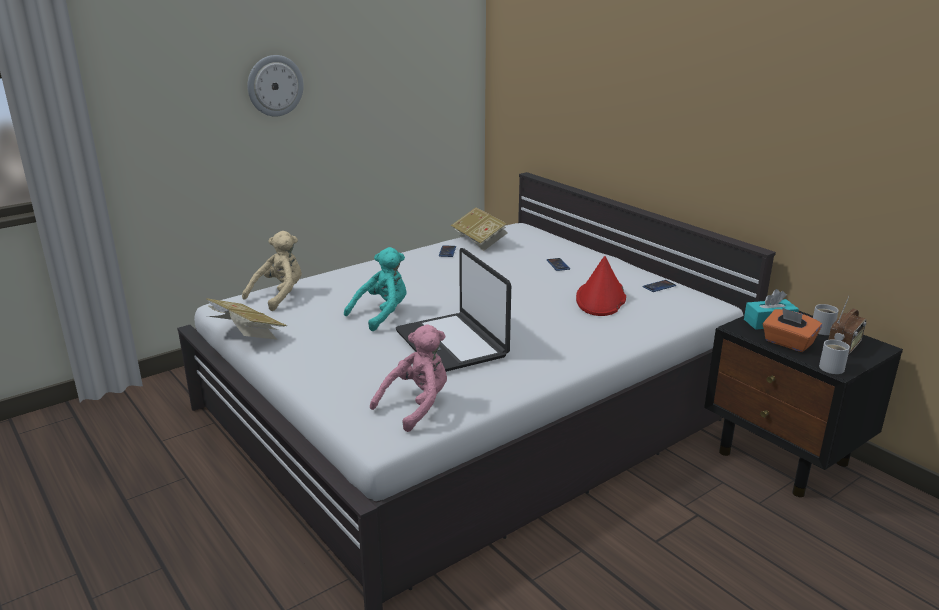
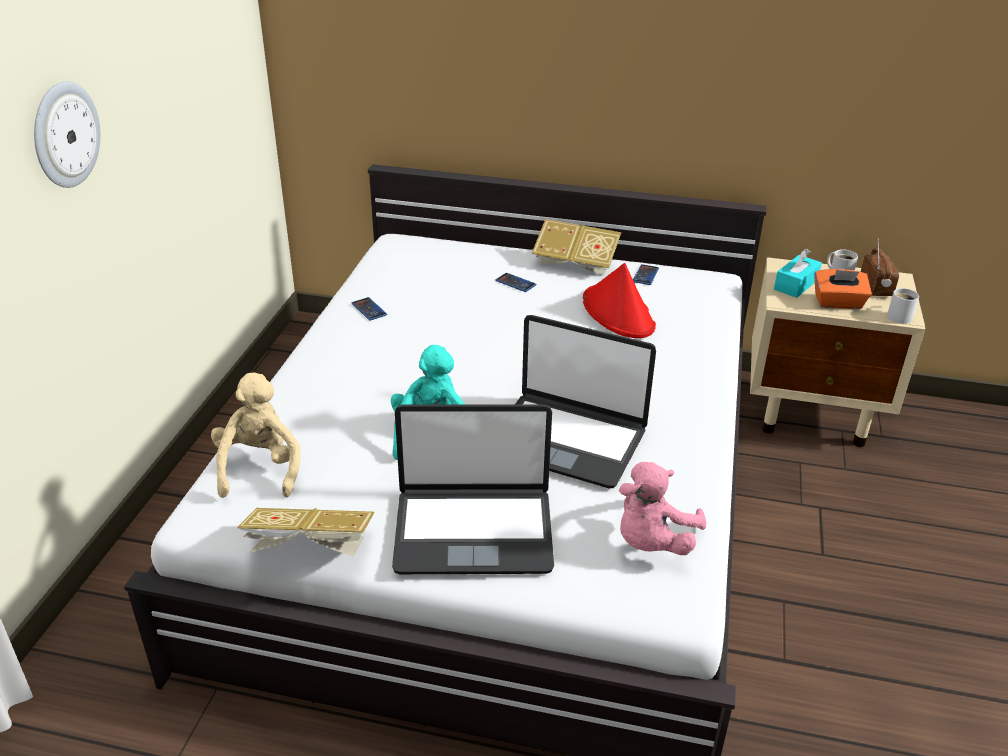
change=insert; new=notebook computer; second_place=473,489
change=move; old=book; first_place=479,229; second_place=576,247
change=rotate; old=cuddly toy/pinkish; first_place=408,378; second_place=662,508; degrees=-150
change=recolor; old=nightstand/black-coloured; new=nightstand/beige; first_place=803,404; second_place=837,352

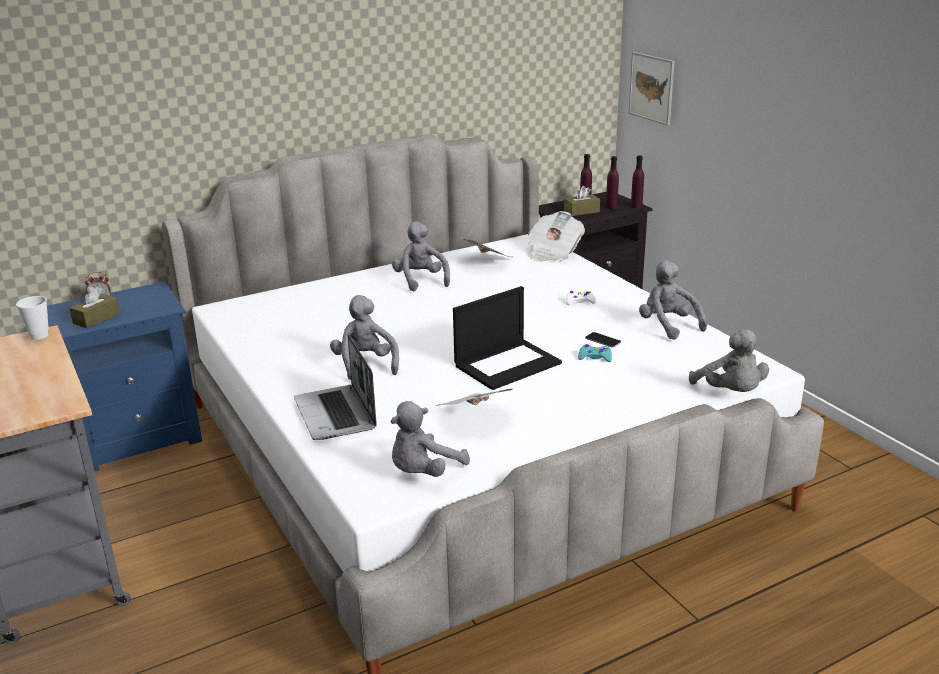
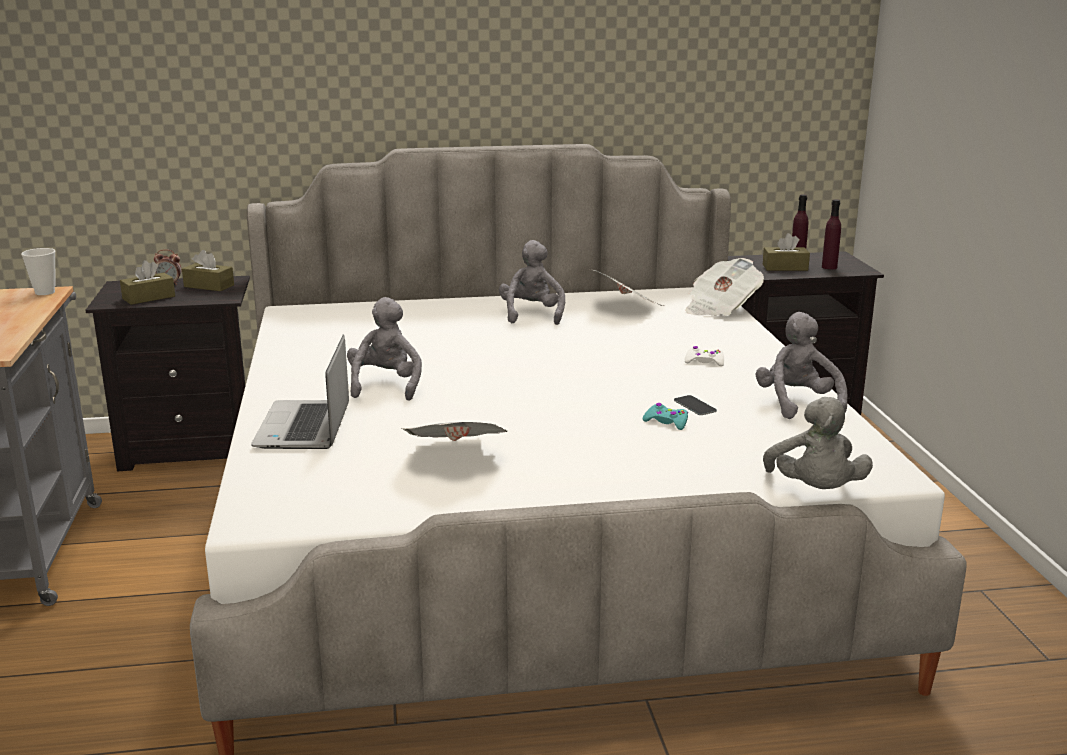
change=recolor; old=nightstand/blue-coloured; new=nightstand/black-coloured; first_place=124,377; second_place=167,373
change=insert; new=box of tissues/brown-coloured; second_place=208,270
change=delete; old=cuddly toy/grey; first_place=430,439
change=delete; old=notebook computer; first_place=507,338
change=delete; old=wall art; first_place=652,89
change=delete; old=bottle/purplish; first_place=637,181

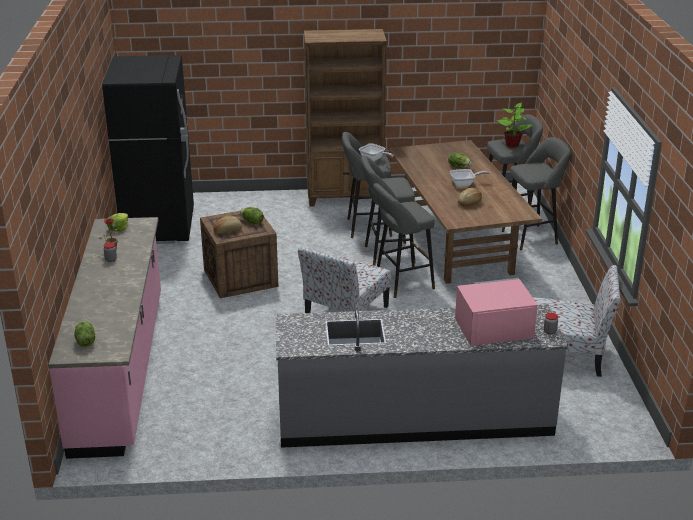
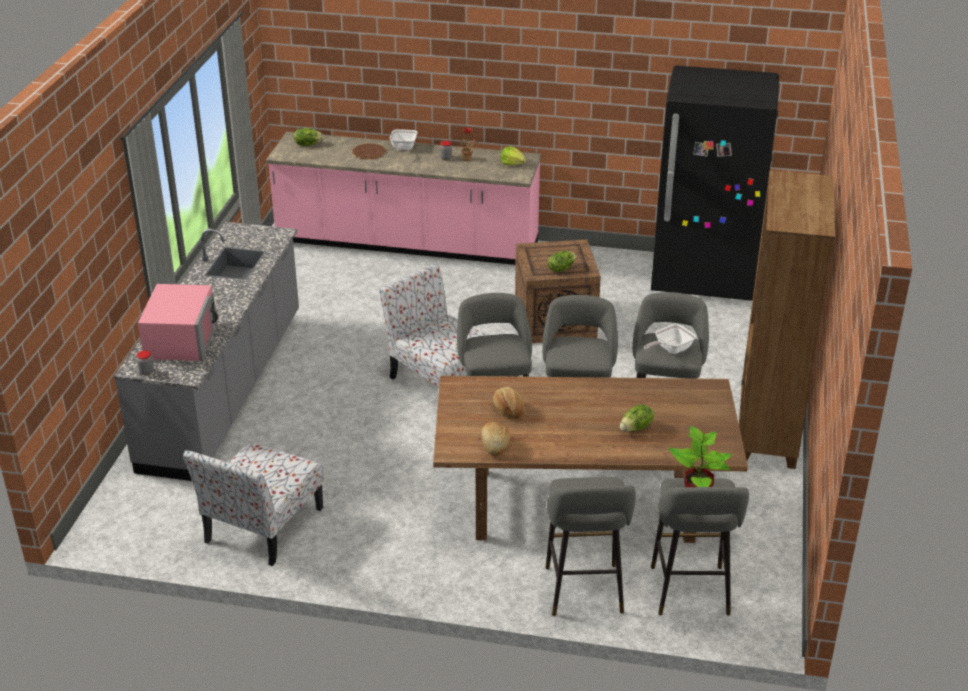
change=insert; new=dinner plate/brown-coloured; second_place=369,151
change=move; old=skillet; first_place=470,178; second_place=404,140
change=move; old=baked bread; first_place=227,224; second_place=495,439

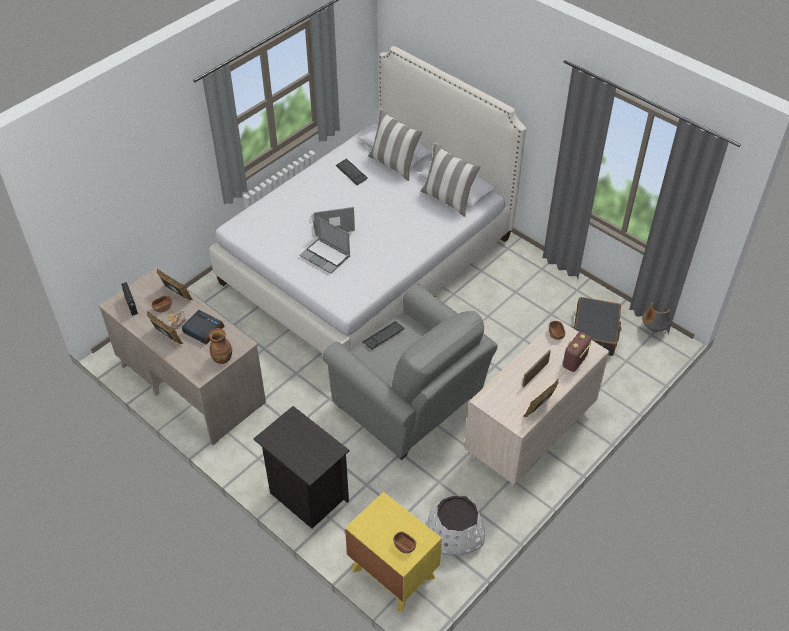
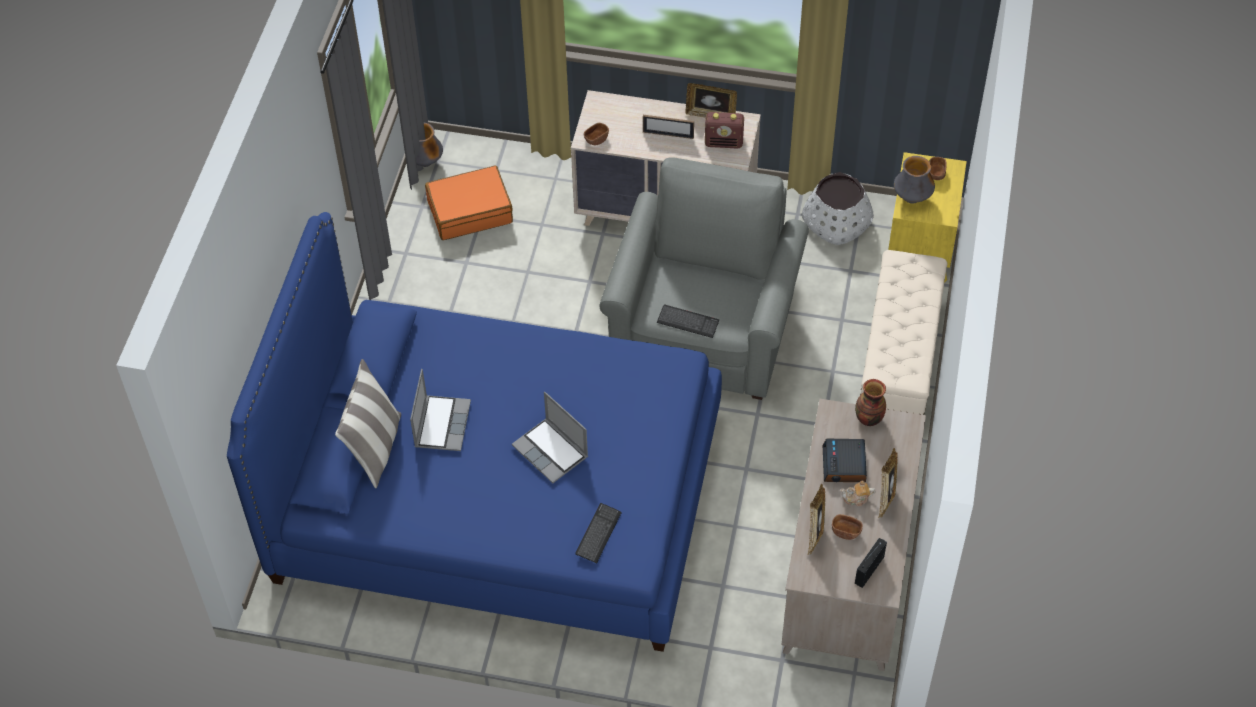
change=recolor; old=sleeping bed/whitish; new=sleeping bed/blue-coloured; first_place=367,200; second_place=474,432
change=move; old=notebook computer; first_place=325,245; second_place=440,410
change=recolor; old=suitcase/black-coloured; new=suitcase/orange; first_place=597,326; second_place=469,202
change=move; old=PC keyboard; first_place=352,172; second_place=598,533
change=move; old=radio; first_place=577,352; second_place=724,130
change=replace; old=nightstand/black-coloured; new=bench/beige; first_place=301,467; second_place=903,332
change=insert; new=flower vase; second_place=914,180
change=delete; old=throw pillow; first_place=450,179

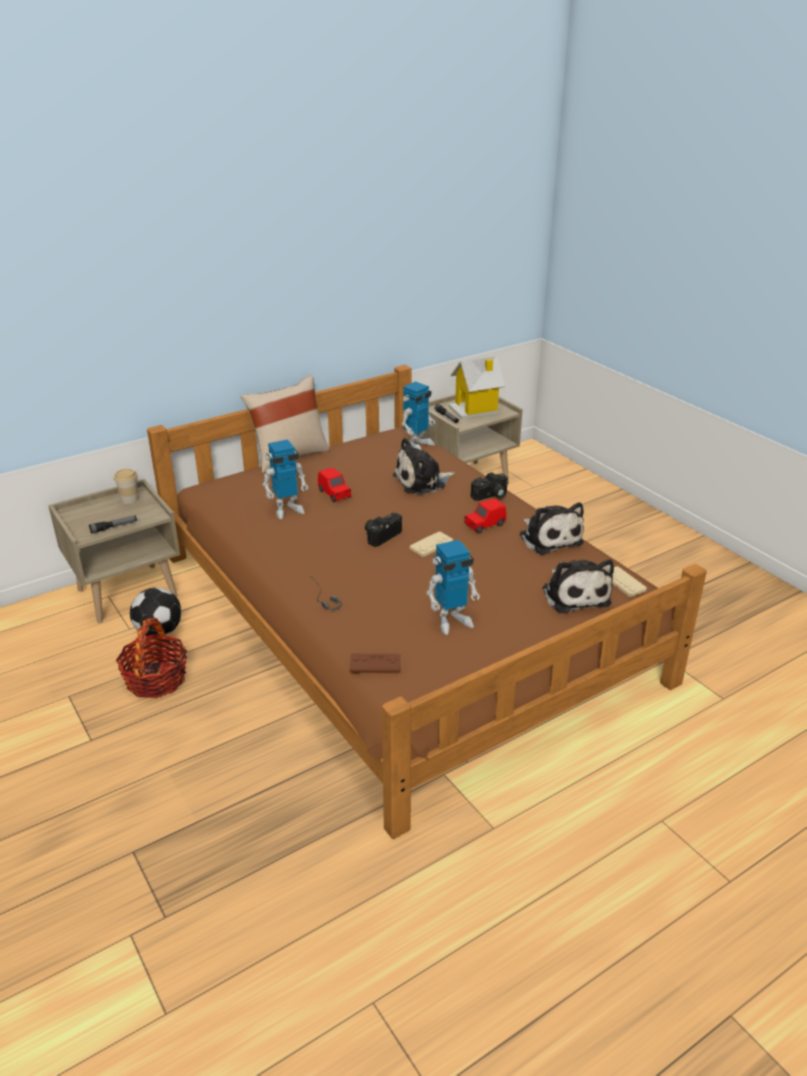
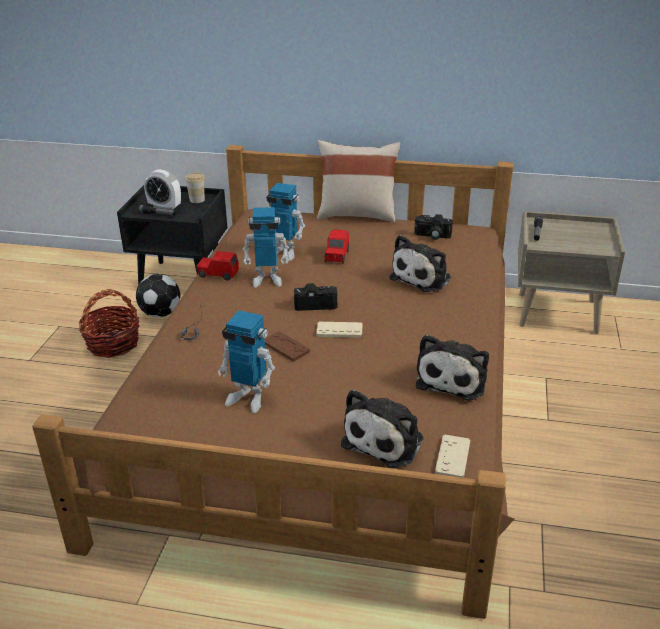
change=recolor; old=nightstand/beige; new=nightstand/black-coloured; first_place=114,551; second_place=172,235
change=insert; new=alarm clock; second_place=162,189
change=move; old=model car/red-coloured; first_place=485,515; second_place=217,266
change=move; old=robot figure; first_place=418,415; second_place=266,247
change=move; old=gamepad/brown-coloured; first_place=375,663; second_place=287,346
change=rotate; old=cuddly toy; first_place=424,466; second_place=420,263; degrees=-75
change=move; old=still camera; first_place=489,486; second_place=433,227
change=delete; old=model house; first_place=477,387

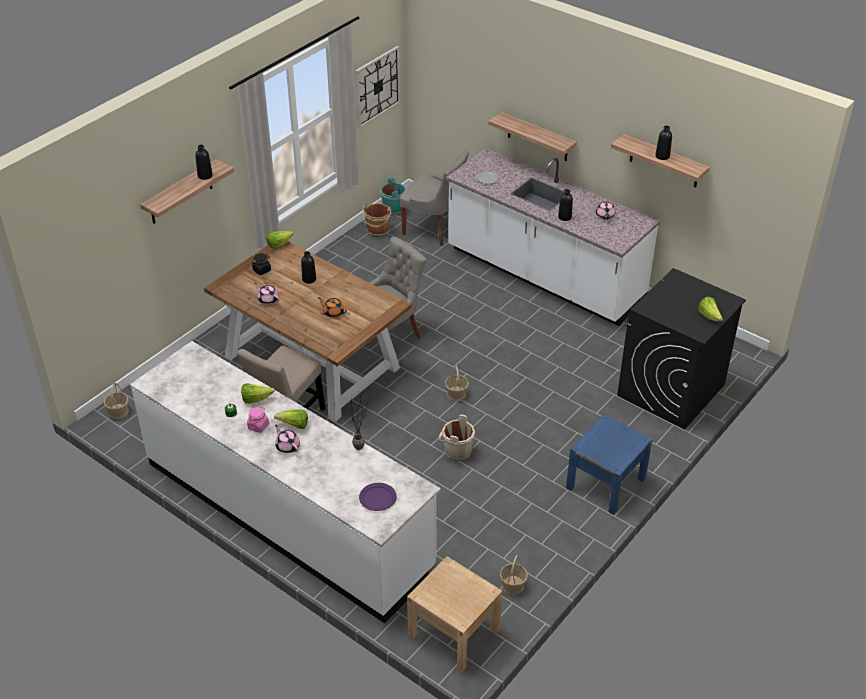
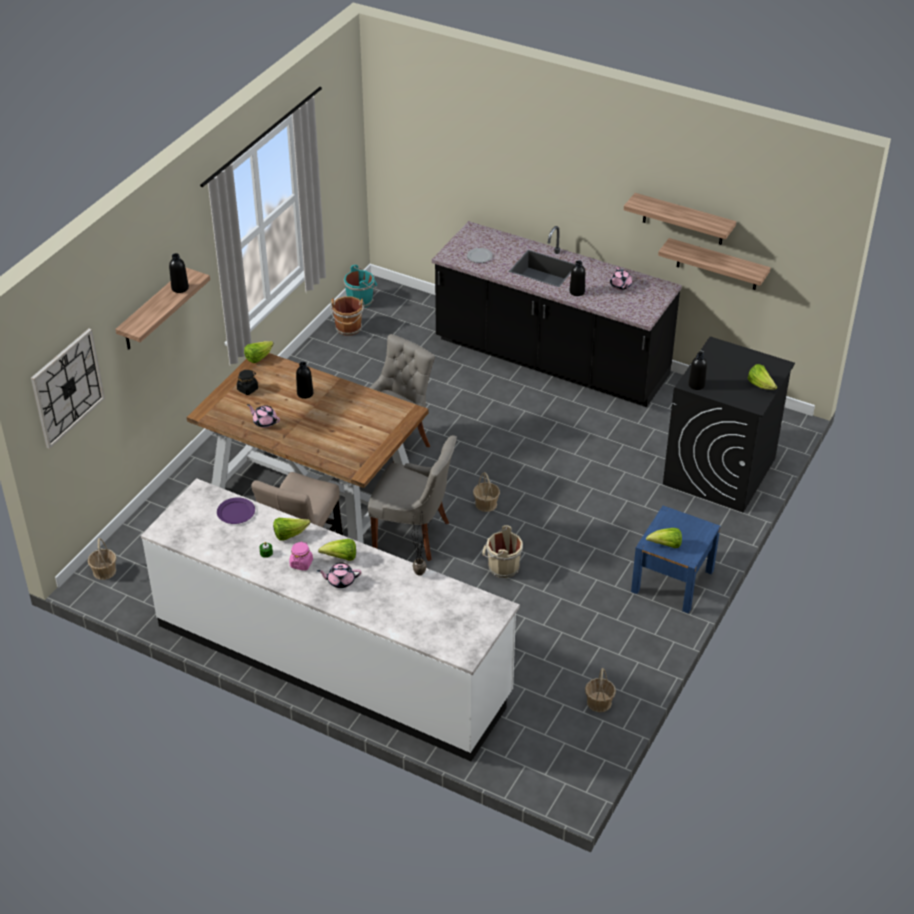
change=move; old=clock on the wall; first_place=377,87; second_place=68,389
change=move; old=dinner plate/purplish; first_place=378,497; second_place=236,510
change=rotate; old=tea pot/pinkish; first_place=287,439; second_place=339,575; degrees=-45
change=move; old=plain chair/grey; first_place=434,198; second_place=412,498
change=recolor; old=counter/whitish; new=counter/black-coloured; first_place=553,237; second_place=557,314
change=insert; new=head of lettuce; second_place=664,538
change=move; old=shelf; first_place=532,136; second_place=714,264
change=move; old=bottle/black-coloured; first_place=663,143; second_place=697,371
change=delete; old=tea pot/orange; first_place=332,307
change=delete; old=nightstand/beige; first_place=454,614

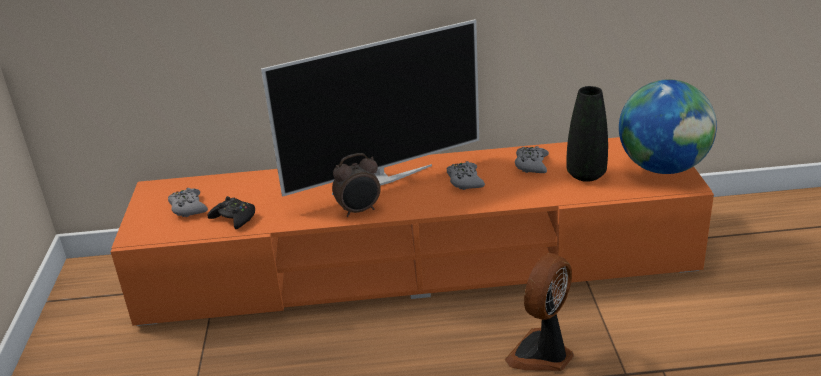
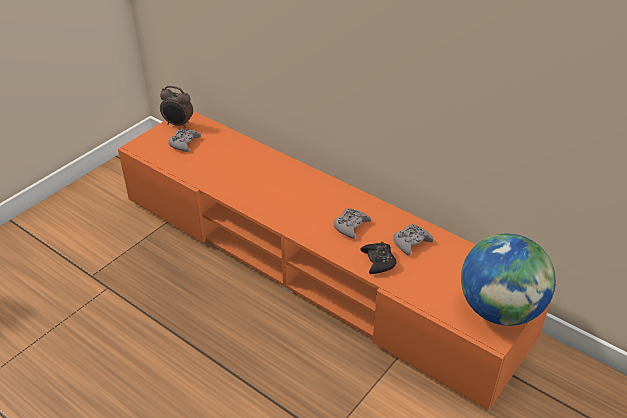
change=move; old=alarm clock; first_place=356,185; second_place=176,107
change=move; old=gamepad/black-coloured; first_place=231,212; second_place=378,258
change=delete; old=television; first_place=370,108
change=delete; old=cooling fan; first_place=539,312
change=delete; old=flower vase/black-coloured; first_place=587,134

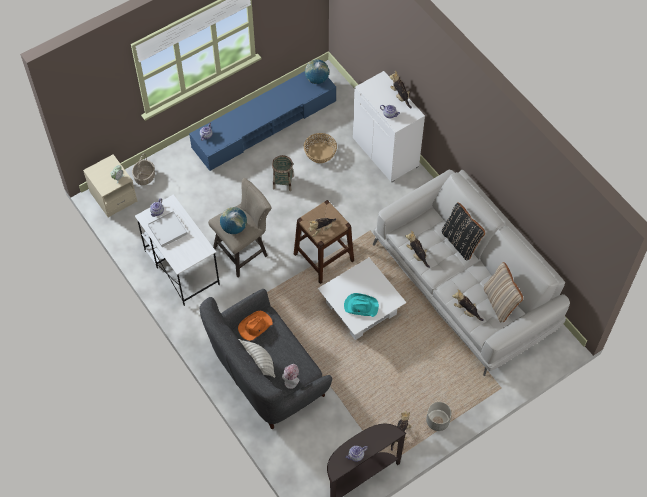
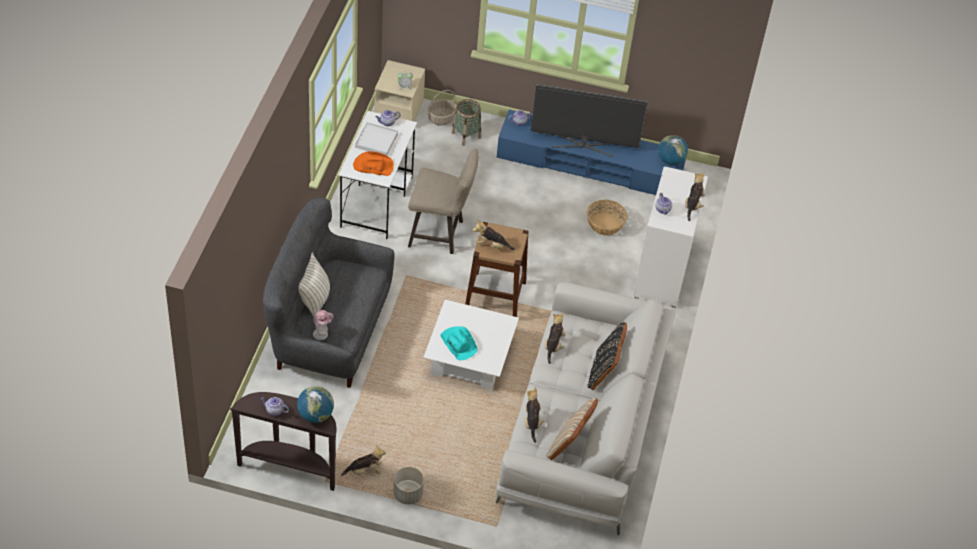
change=move; old=globe; first_place=233,220; second_place=315,404
change=move; old=clothing hat/orange; first_place=255,326; second_place=373,163
change=move; old=household basket; first_place=283,173; second_place=466,122
change=insert; new=television; second_place=589,120

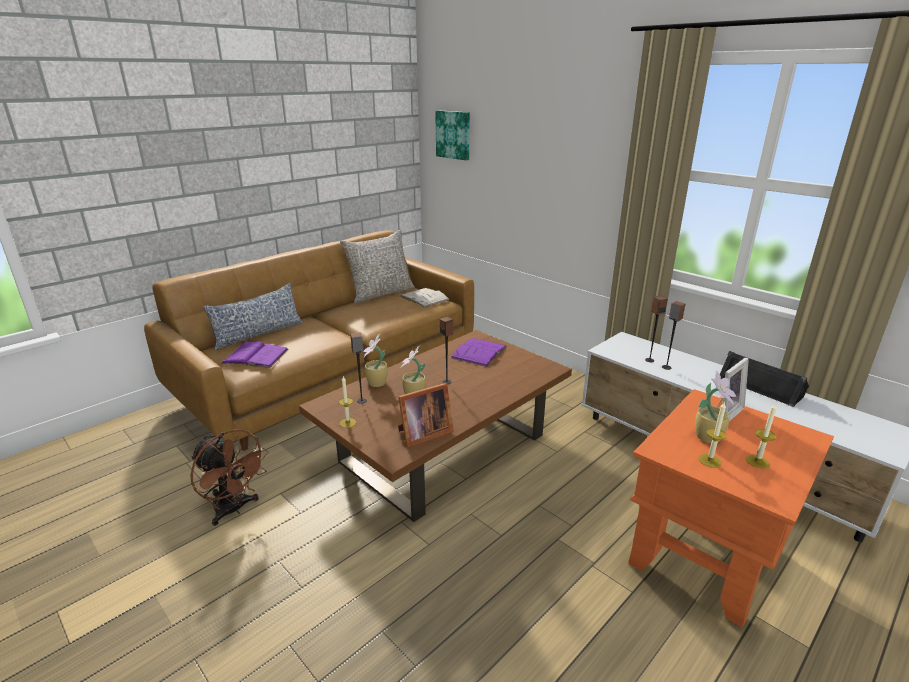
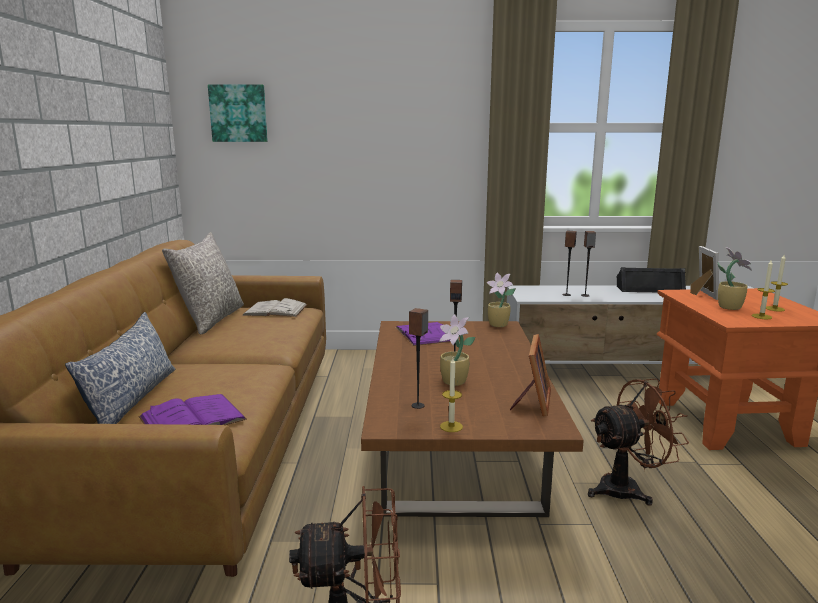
change=move; old=houseplant; first_place=375,360; second_place=501,300
change=insert; new=cooling fan/brown-coloured; second_place=638,442

